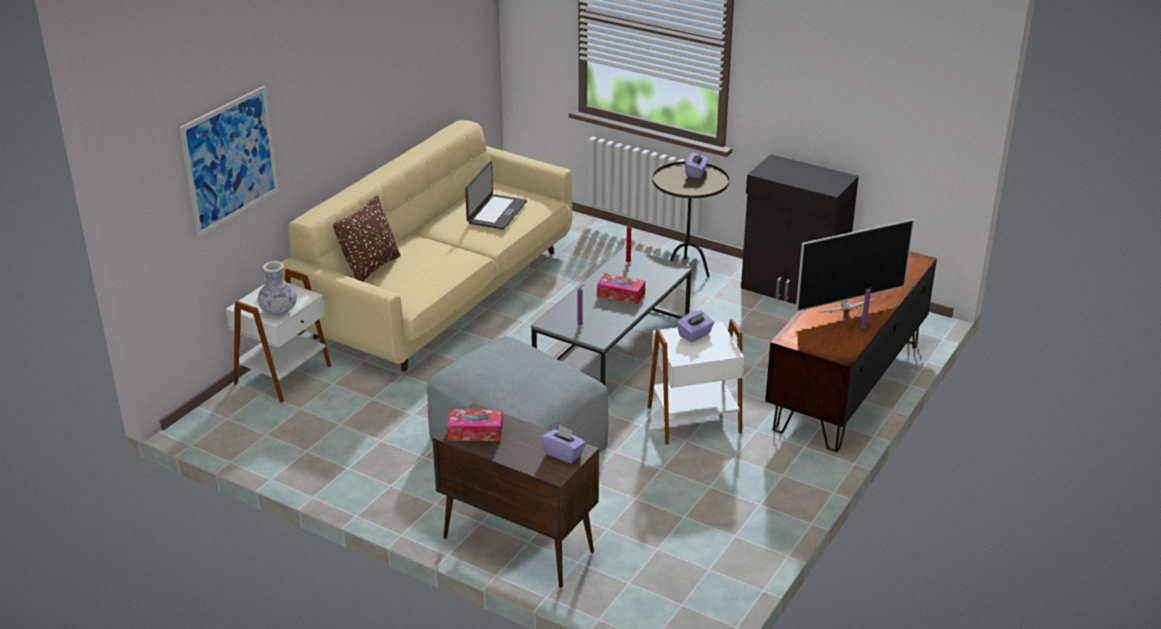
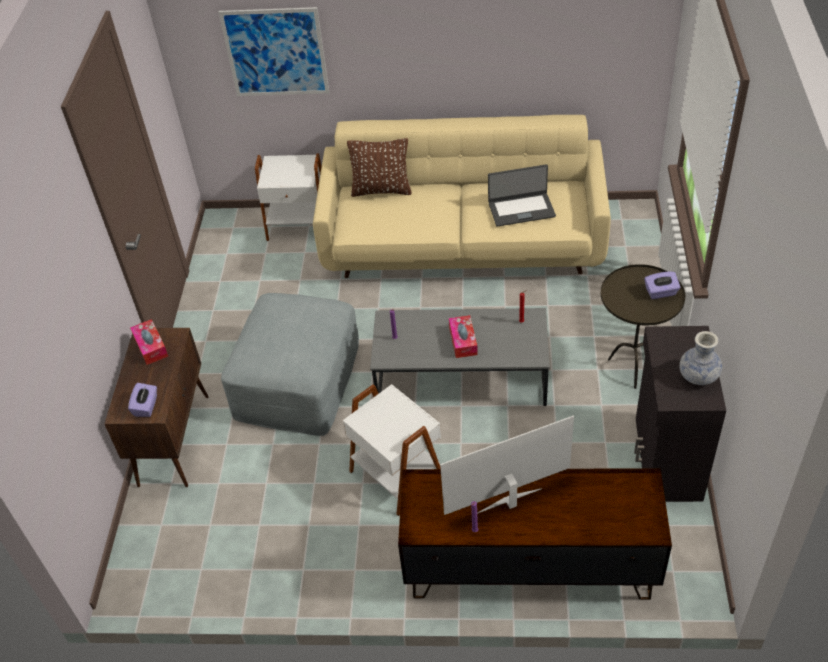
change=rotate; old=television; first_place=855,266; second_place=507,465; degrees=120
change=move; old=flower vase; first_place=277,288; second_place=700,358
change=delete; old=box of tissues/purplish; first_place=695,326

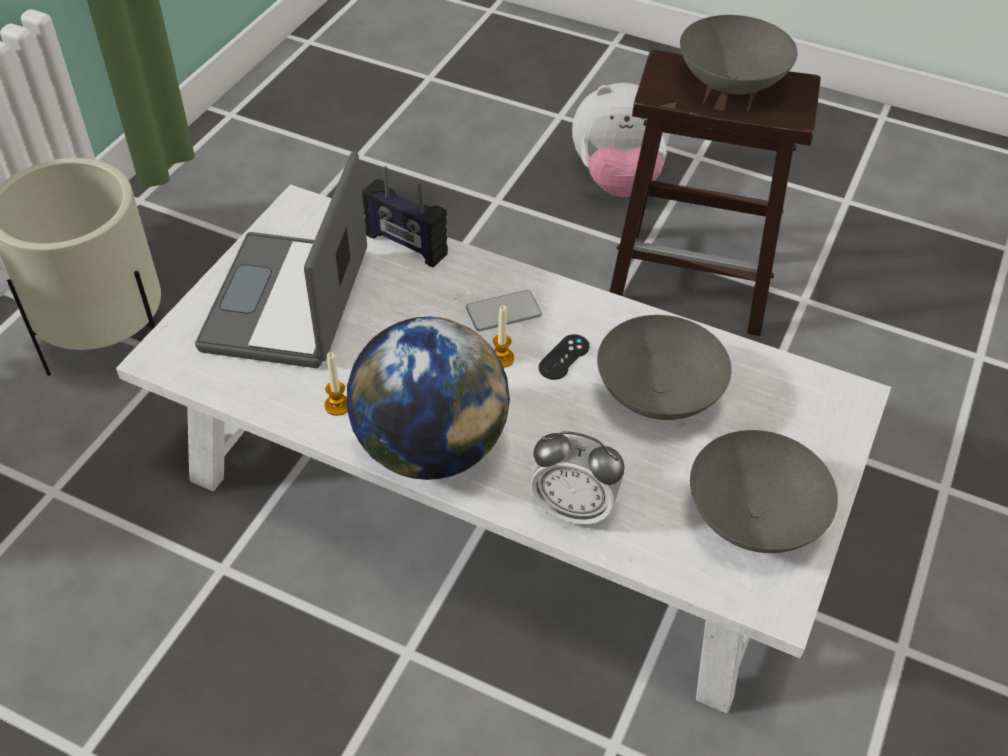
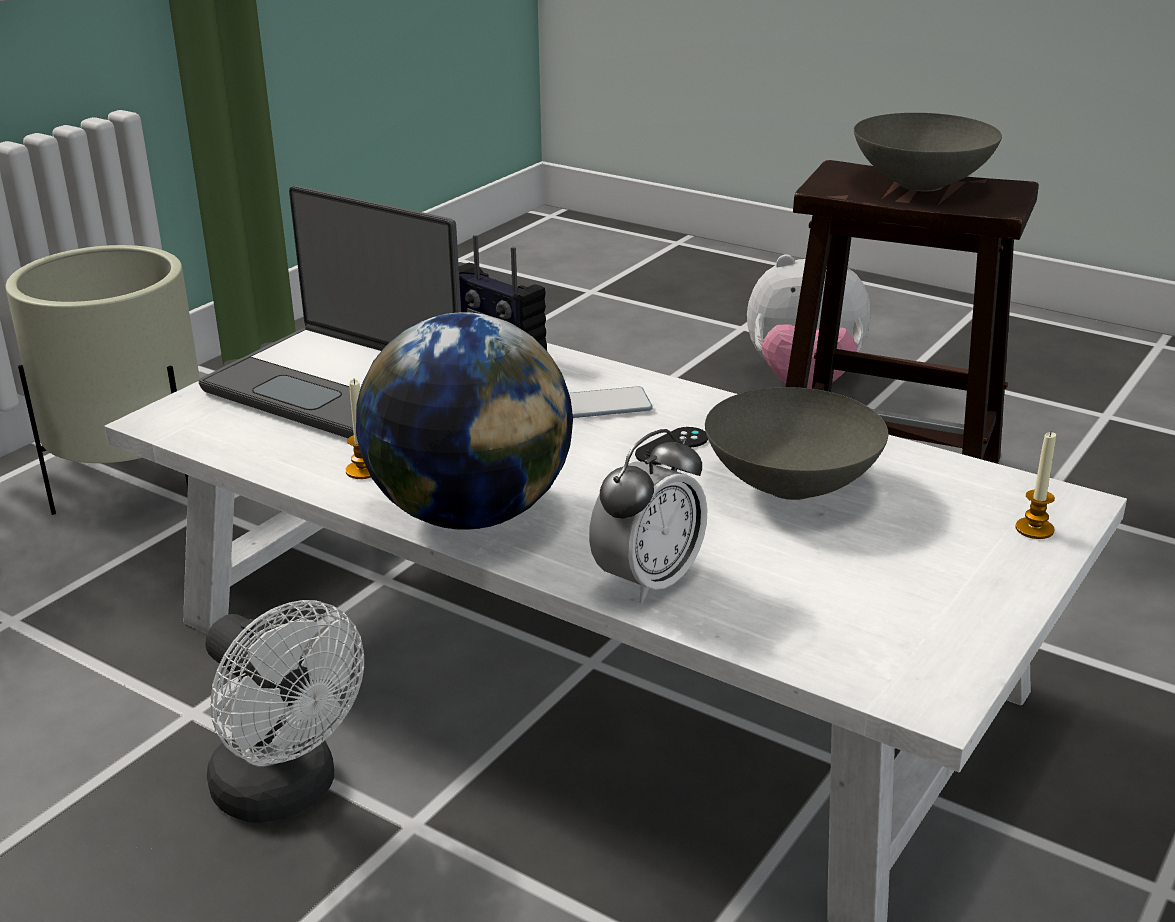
change=rotate; old=notebook computer; first_place=281,260; second_place=329,311; degrees=-75
change=insert; new=cooling fan/whitish; second_place=284,711
change=rotate; old=alarm clock; first_place=578,479; second_place=648,516; degrees=-75
change=move; old=wax candle; first_place=503,336; second_place=1036,485
change=delete; old=bowl/grey; first_place=764,491

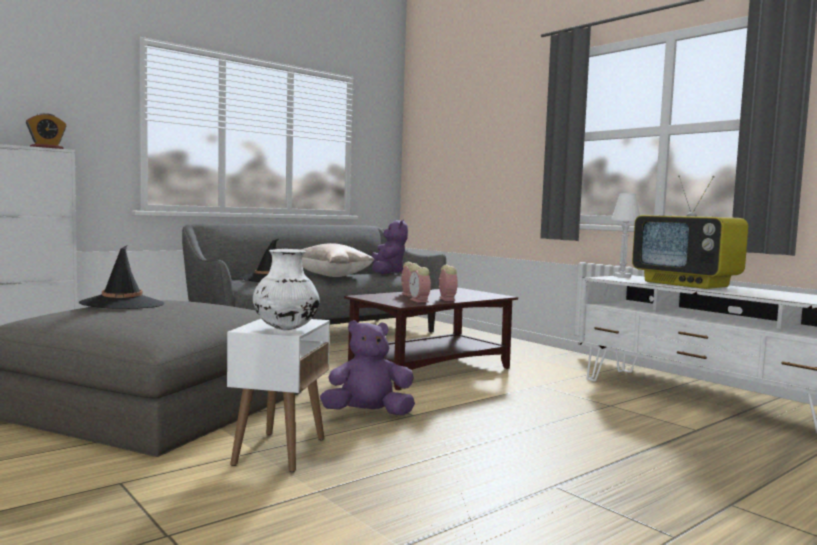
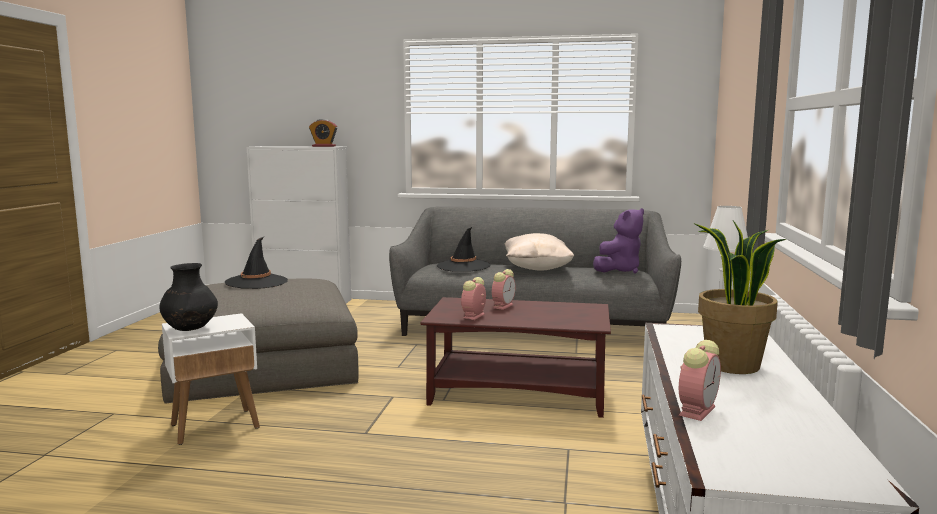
change=recolor; old=flower vase/whitish; new=flower vase/black-coloured; first_place=286,289; second_place=188,297
change=move; old=alarm clock; first_place=448,283; second_place=700,380
change=replace; old=television; new=houseplant; first_place=690,232; second_place=740,297
change=delete; old=cuddly toy/purplish; first_place=367,367

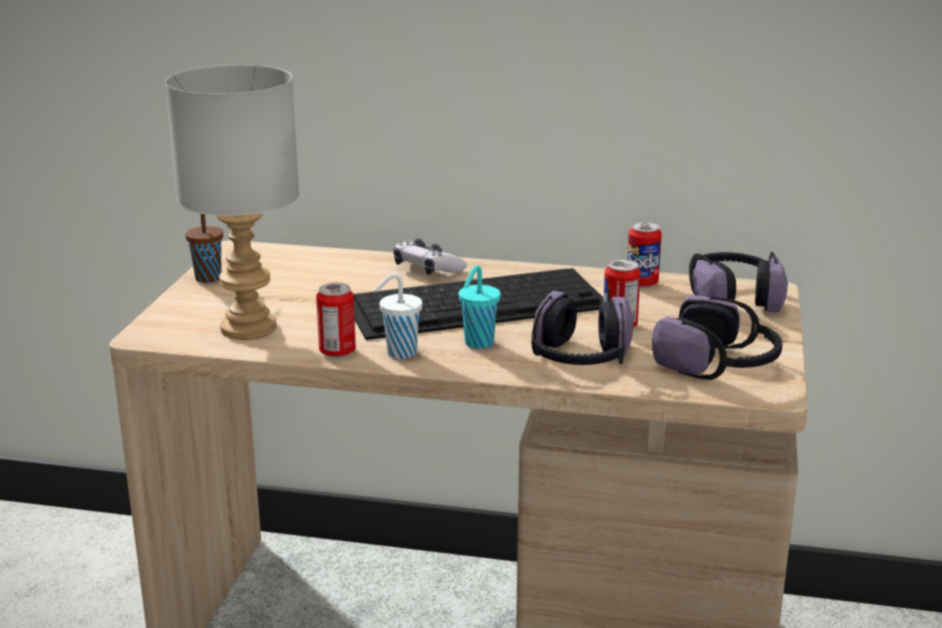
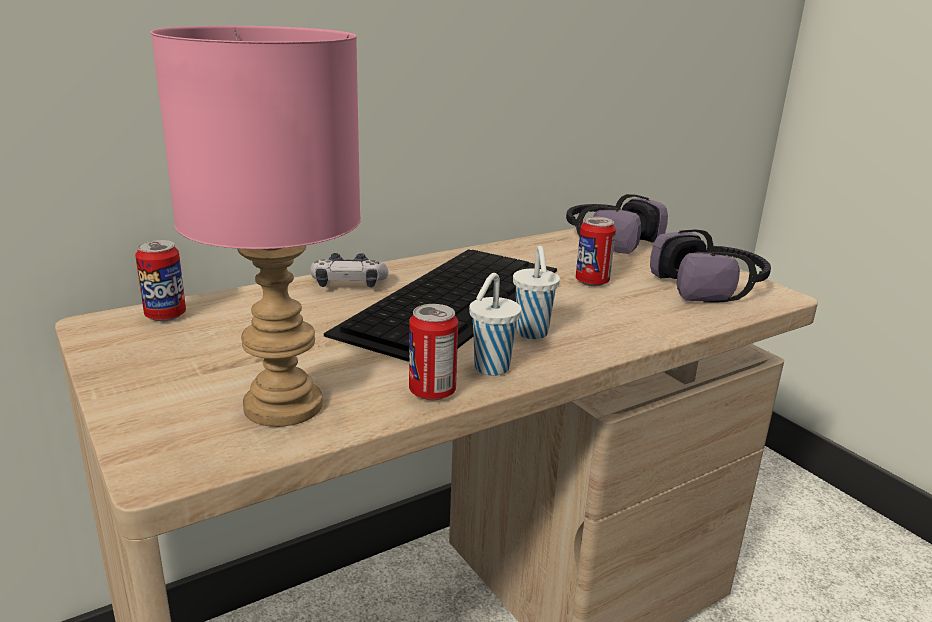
change=move; old=sealed can; first_place=644,255; second_place=160,280
change=recolor; old=lamp for a table/grey; new=lamp for a table/pinkish; first_place=232,202; second_place=256,226
change=recolor; old=cup/turquoise-coloured; new=cup/whitish; first_place=479,307; second_place=536,292
change=delete; old=cup/brown-coloured; first_place=204,248
change=delete; old=headset; first_place=582,328

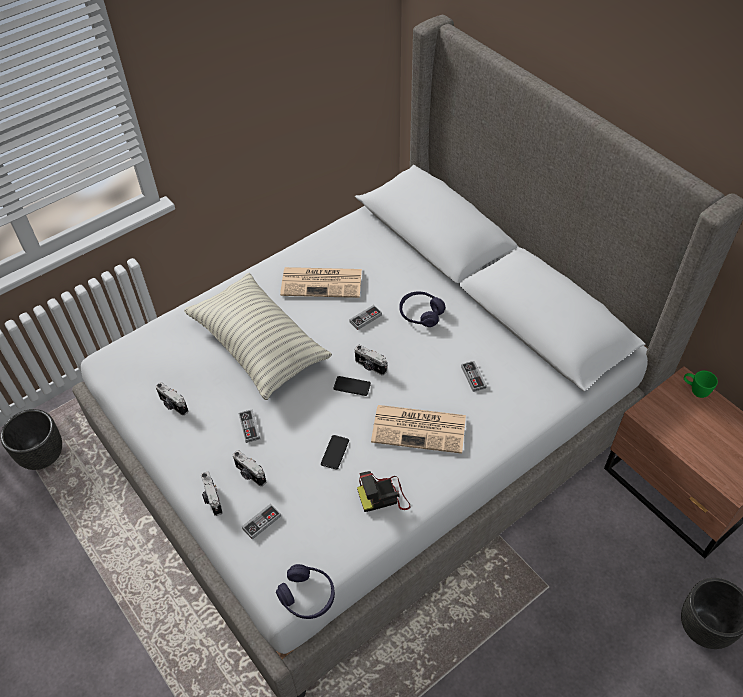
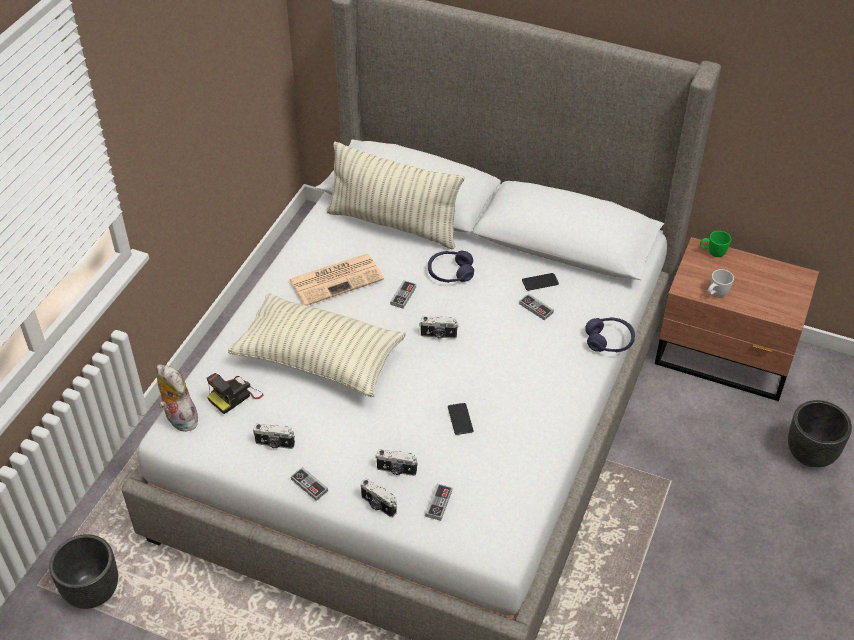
change=insert; new=cuddly toy; second_place=177,398
change=move; old=still camera; first_place=384,491; second_place=235,393
change=move; old=gamepad; first_place=249,426; second_place=309,484
change=insert; new=throw pillow; second_place=395,196
change=move; old=phone; first_place=352,386; second_place=540,282
change=move; old=headset/purplish; first_place=305,591; second_place=610,334
change=insert; new=coffee mug/whitish; second_place=721,283
change=delete; old=newspaper; first_place=418,429

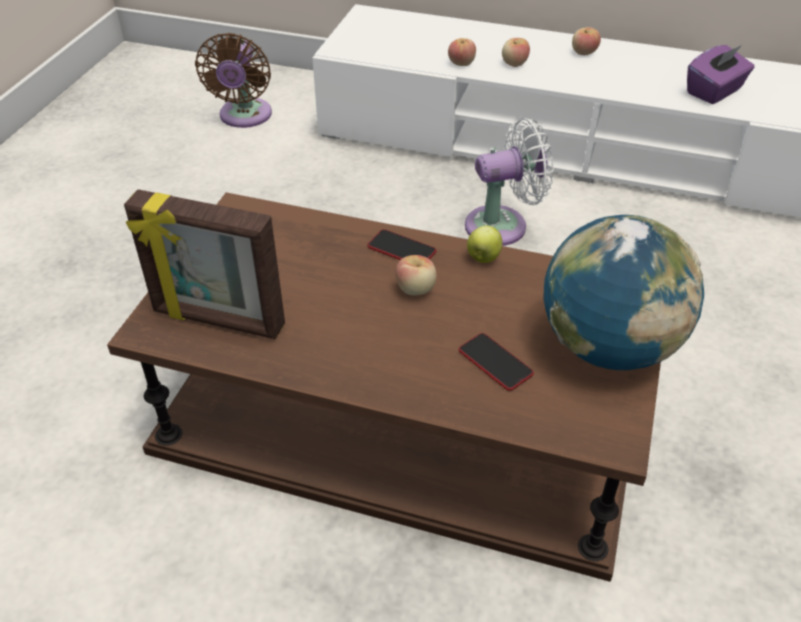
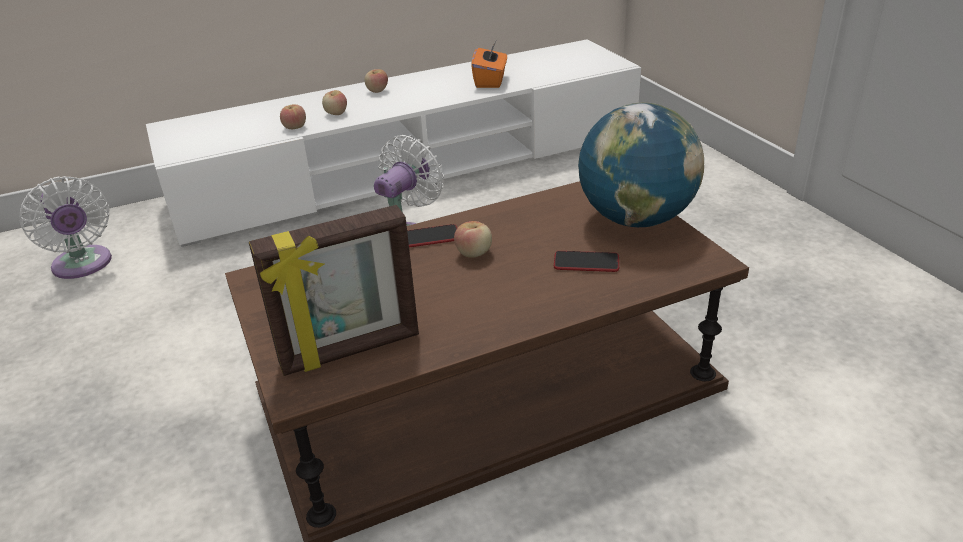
change=recolor; old=cooling fan/brown-coloured; new=cooling fan/whitish; first_place=233,80; second_place=65,227
change=recolor; old=box of tissues/purplish; new=box of tissues/orange; first_place=721,74; second_place=489,64
change=delete; old=apple fruit; first_place=484,244

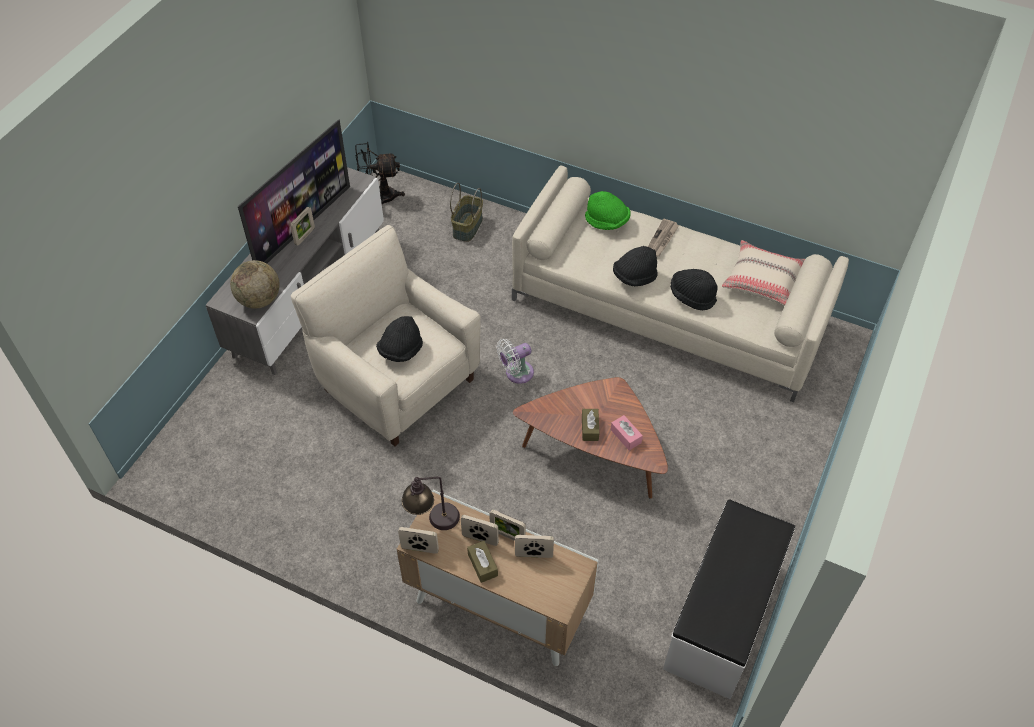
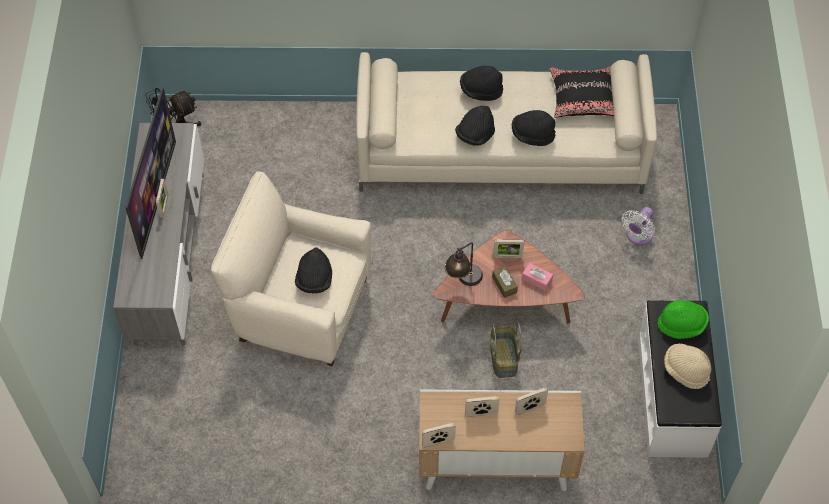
change=move; old=lamp for a table; first_place=431,503; second_place=464,264
change=replace; old=newspaper; new=clothing hat/black-coloured; first_place=663,238; second_place=481,83
change=move; old=household basket; first_place=466,212; second_place=506,350
change=move; old=picture frame; first_place=507,525; second_place=508,248
change=recolor; old=throw pillow/beige; new=throw pillow/black-coloured; first_place=763,273; second_place=581,92
change=move; old=cooling fan/whitish; first_place=515,361; second_place=638,226
change=move; old=clothing hat/green-coloured; first_place=607,210; second_place=683,319
change=insert; new=clothing hat/beige; second_place=688,366
change=delete; old=globe; first_place=255,284
change=delete; old=box of tissues/brown-coloured; first_place=482,562

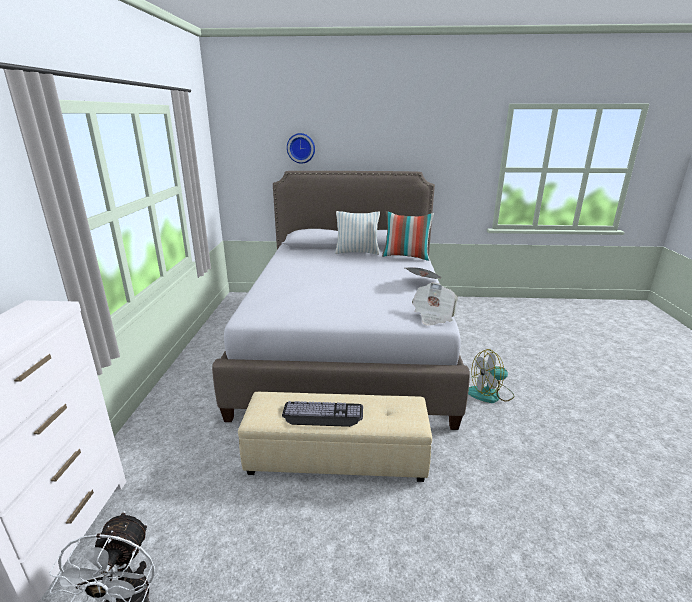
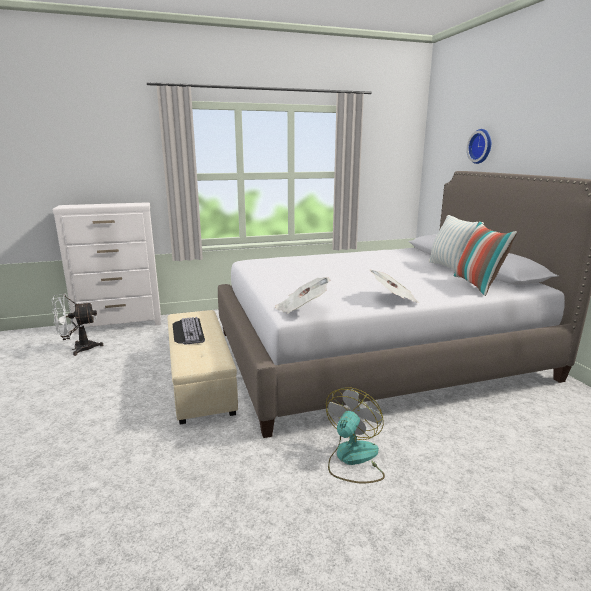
change=rotate; old=cooling fan; first_place=491,376; second_place=355,435; degrees=60

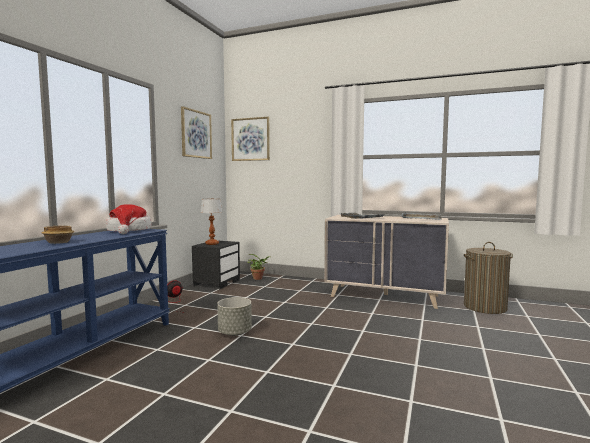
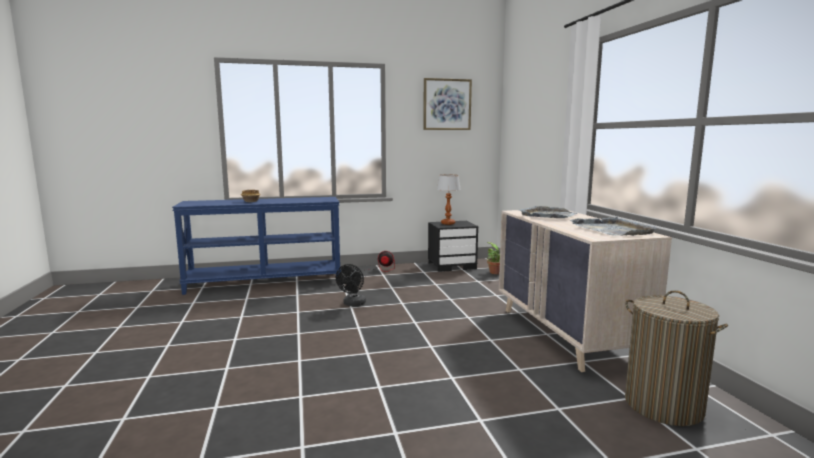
change=replace; old=planter/grey; new=cooling fan/black-coloured; first_place=234,316; second_place=351,285
change=delete; old=clothing hat; first_place=128,219
change=delete; old=wall art; first_place=250,139

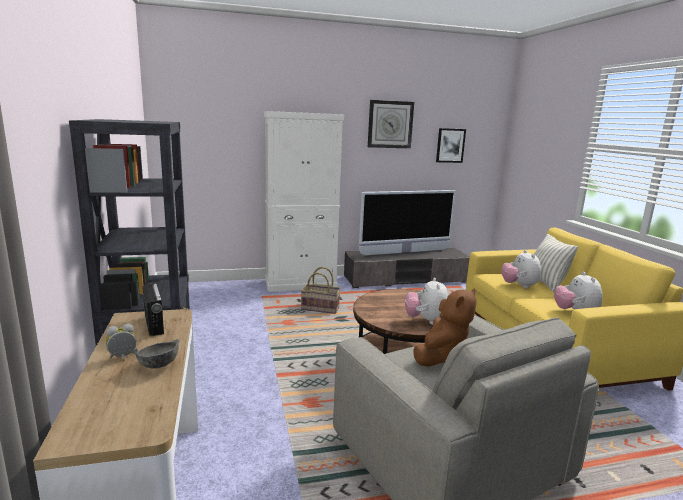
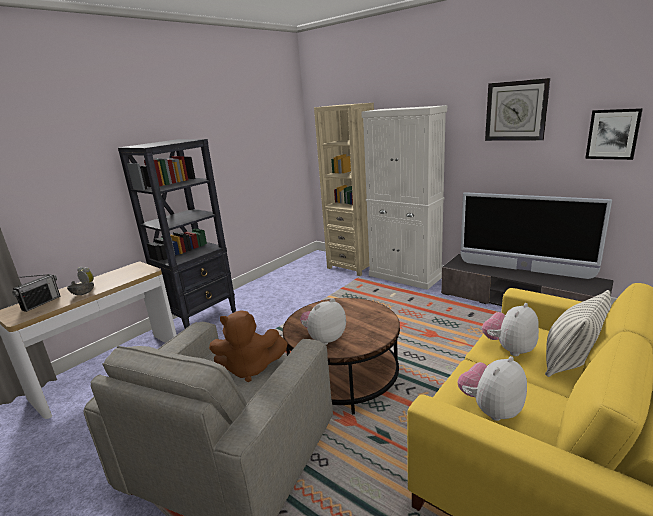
change=move; old=radio; first_place=153,309; second_place=36,293
change=insert; new=bookshelf/beige; second_place=344,189
change=delete; old=household basket; first_place=321,290

